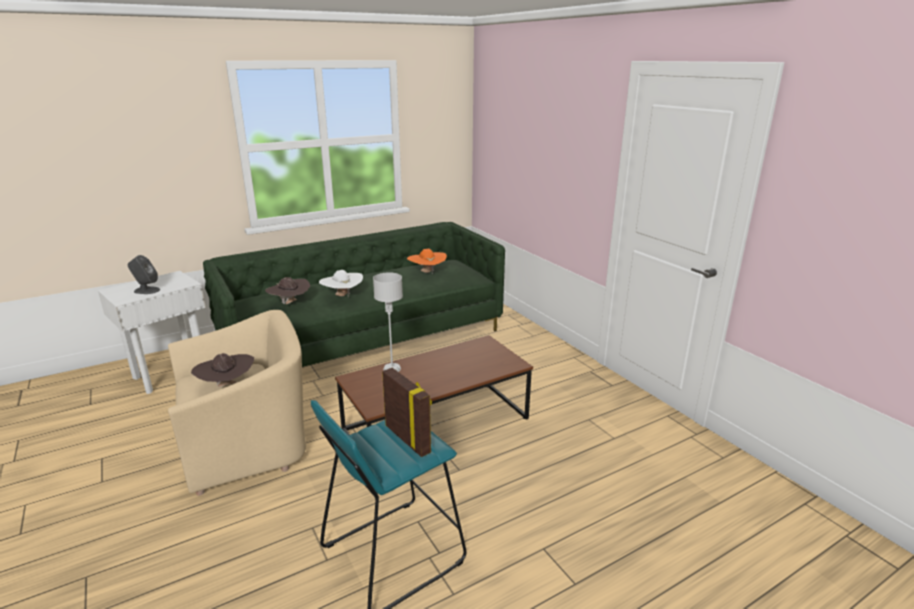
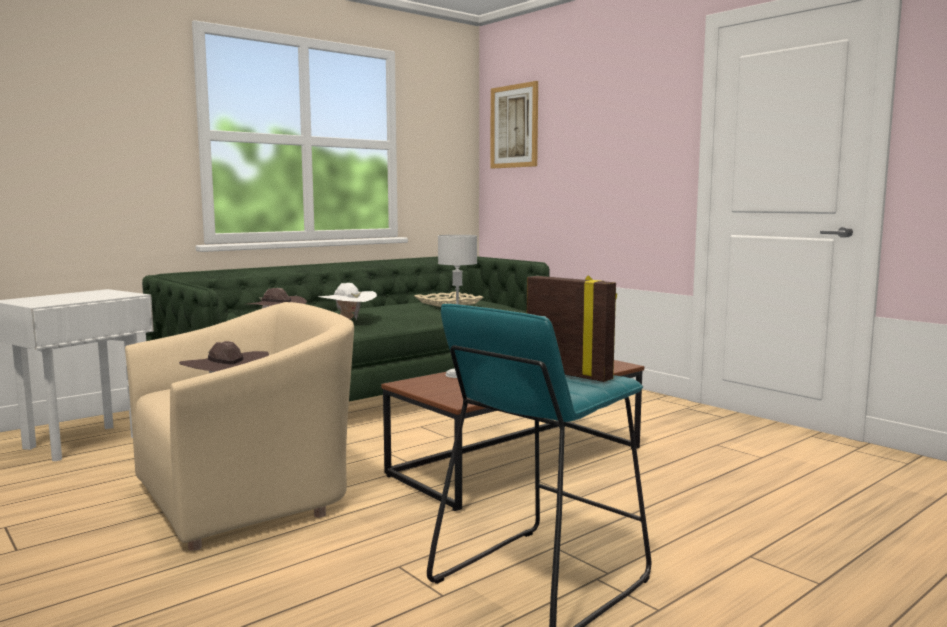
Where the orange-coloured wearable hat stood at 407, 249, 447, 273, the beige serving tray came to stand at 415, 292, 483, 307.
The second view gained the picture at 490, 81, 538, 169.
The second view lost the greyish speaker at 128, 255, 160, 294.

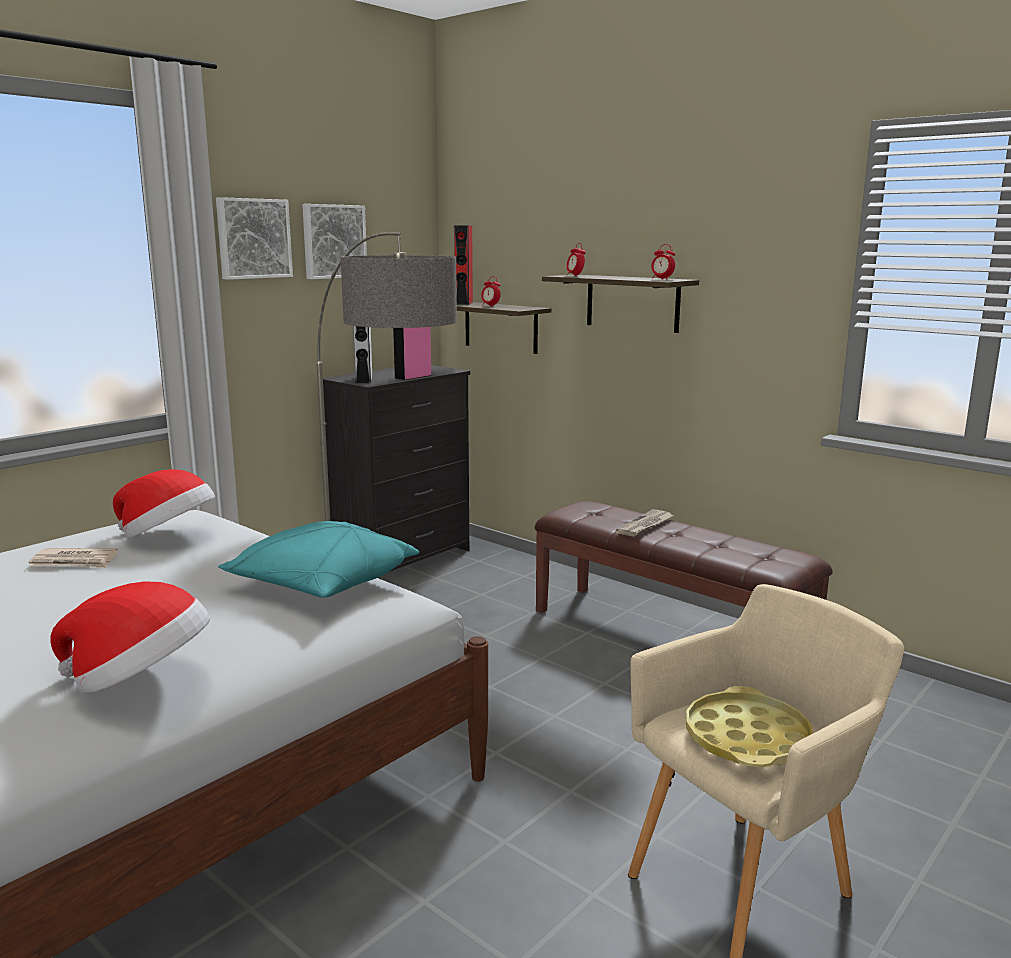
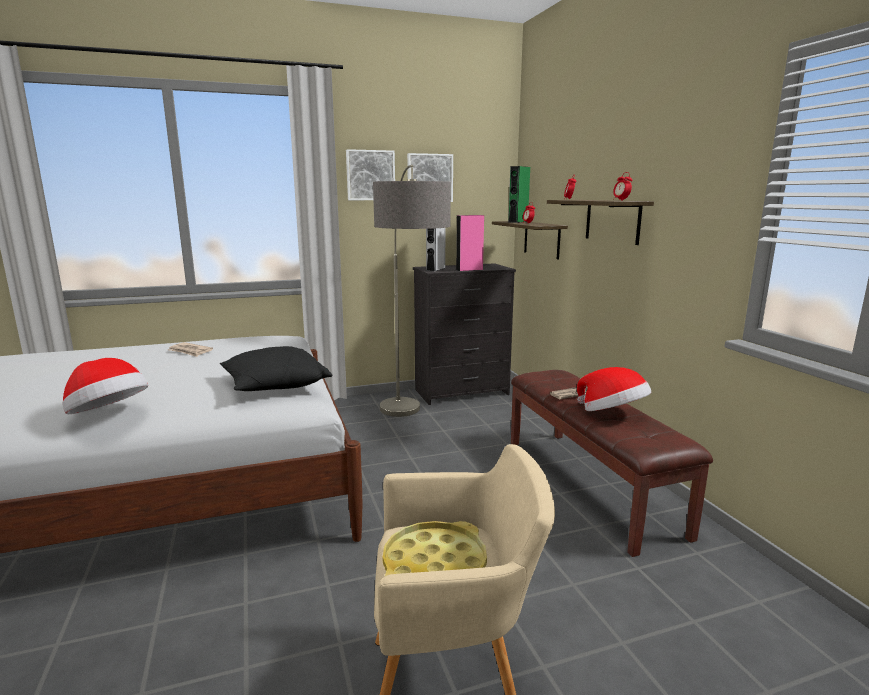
What was the blue-green pillow at 218, 521, 419, 598 turned into the black-coloured pillow at 220, 346, 333, 391.
What was the red speaker at 454, 226, 473, 305 turned into the greenish speaker at 508, 166, 530, 223.
The wearable hat ended up elsewhere, having gone from 113, 469, 215, 539 to 577, 367, 651, 411.

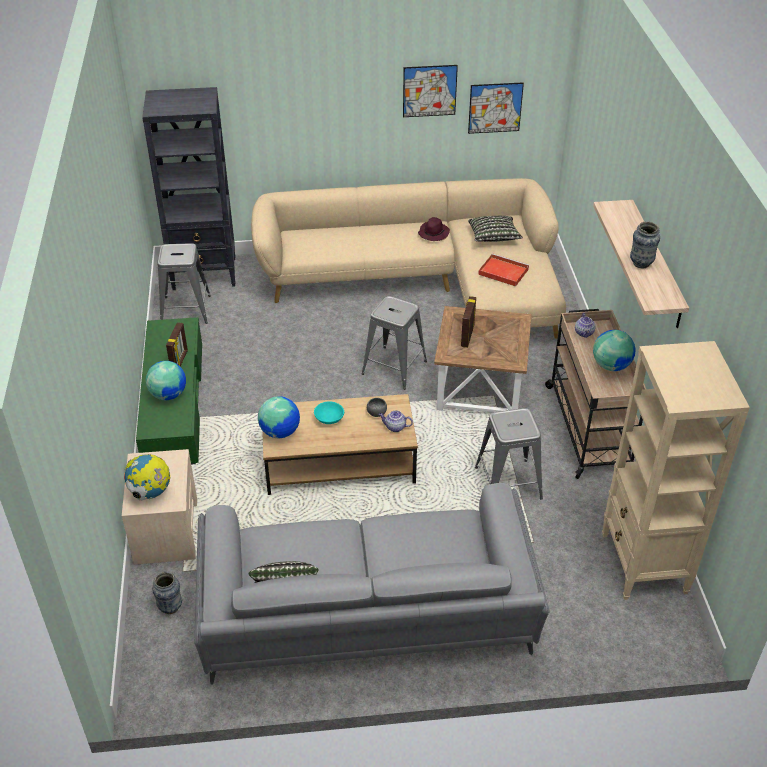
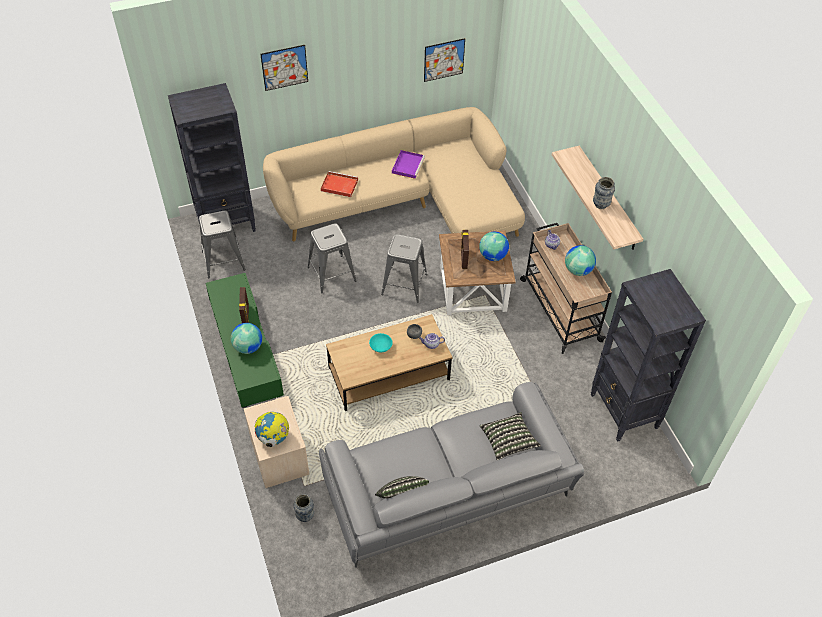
The picture ended up elsewhere, having gone from 403, 65, 458, 117 to 260, 45, 308, 91.
The greyish stool seat ended up elsewhere, having gone from 475, 408, 543, 500 to 308, 223, 356, 294.
The red serving tray ended up elsewhere, having gone from 478, 254, 529, 287 to 321, 171, 358, 197.
Where the purplish wearable hat stood at 418, 217, 450, 241, the purplish serving tray came to stand at 392, 150, 425, 179.
The globe ended up elsewhere, having gone from 258, 396, 300, 438 to 479, 232, 509, 261.
The pillow ended up elsewhere, having gone from 468, 216, 523, 242 to 480, 412, 541, 460.
What was the beige bookshelf at 602, 341, 750, 600 turned into the black-coloured bookshelf at 591, 269, 706, 442.

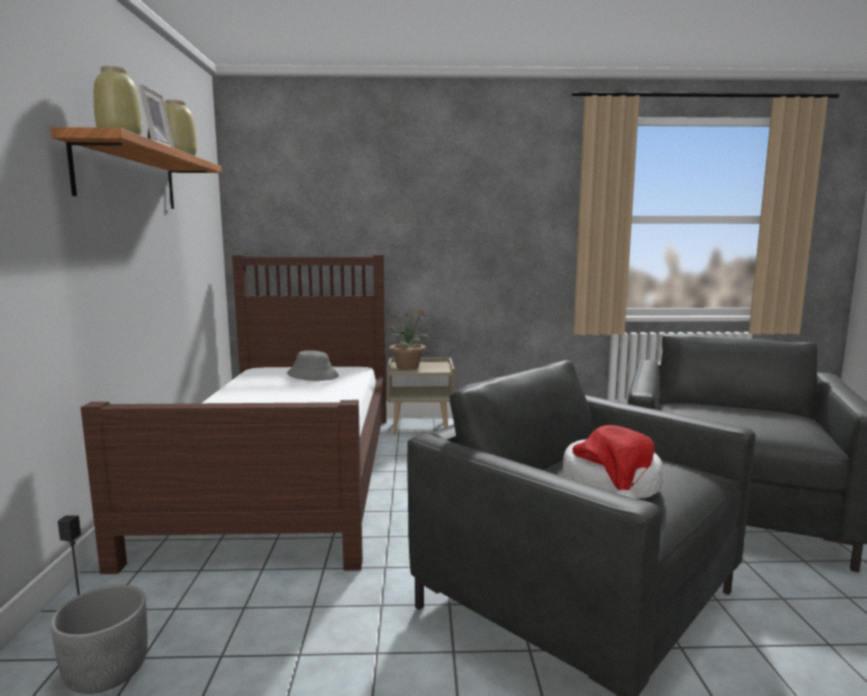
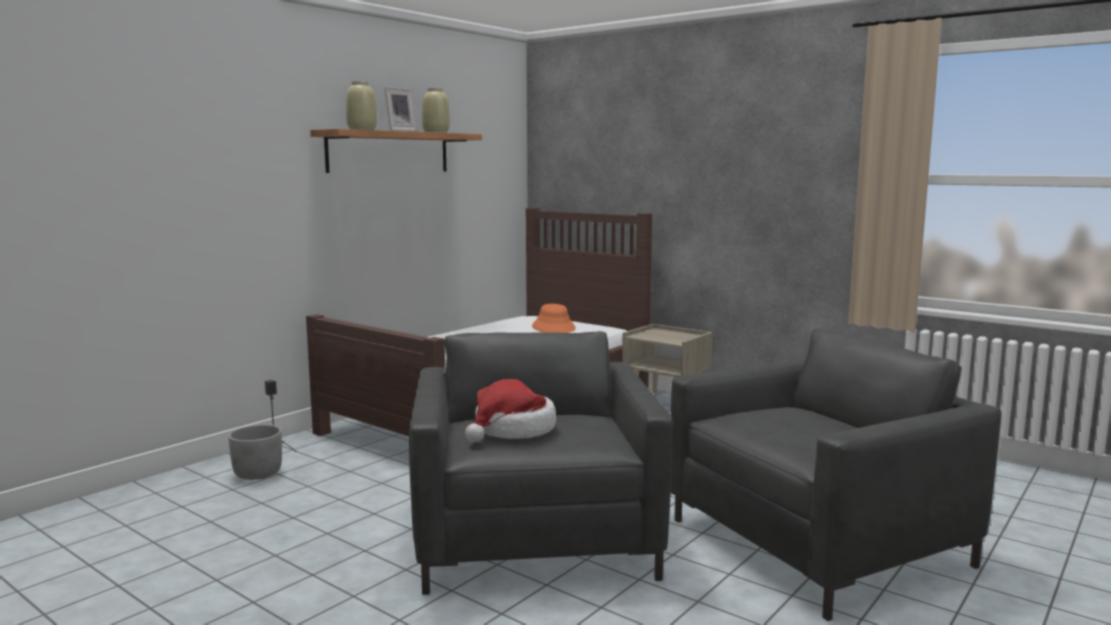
What was the greyish wearable hat at 287, 350, 339, 381 turned into the orange-coloured wearable hat at 532, 304, 576, 333.
The second view lost the plant in a pot at 388, 309, 430, 370.

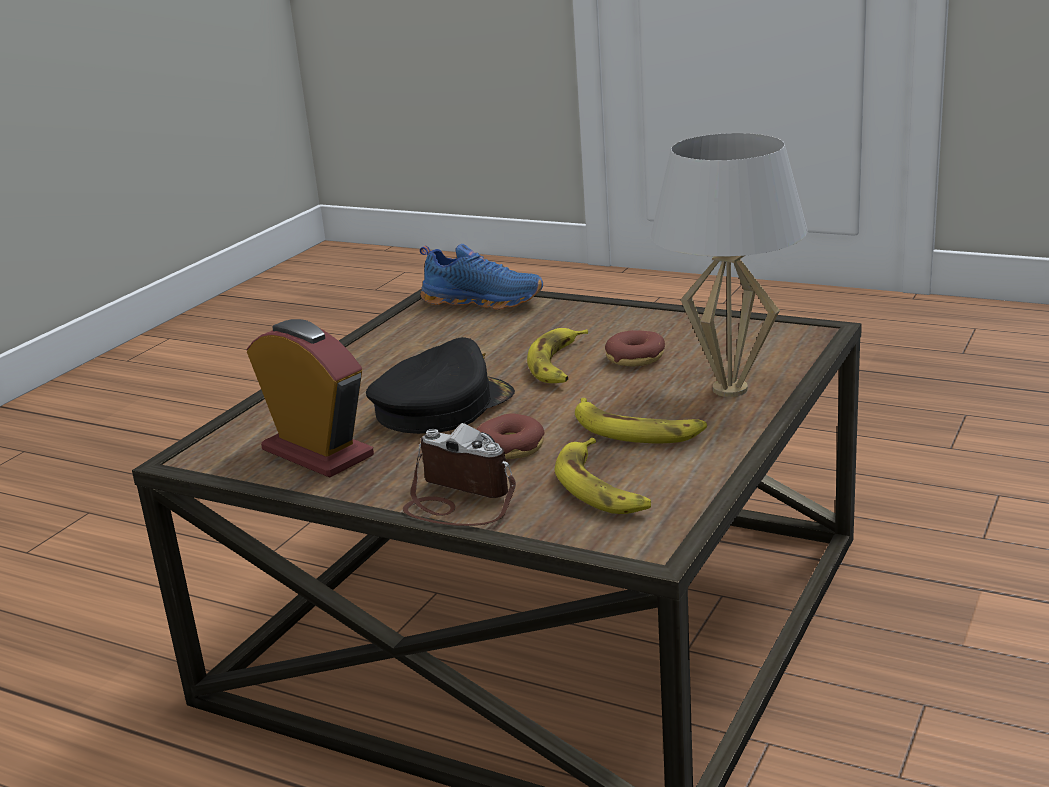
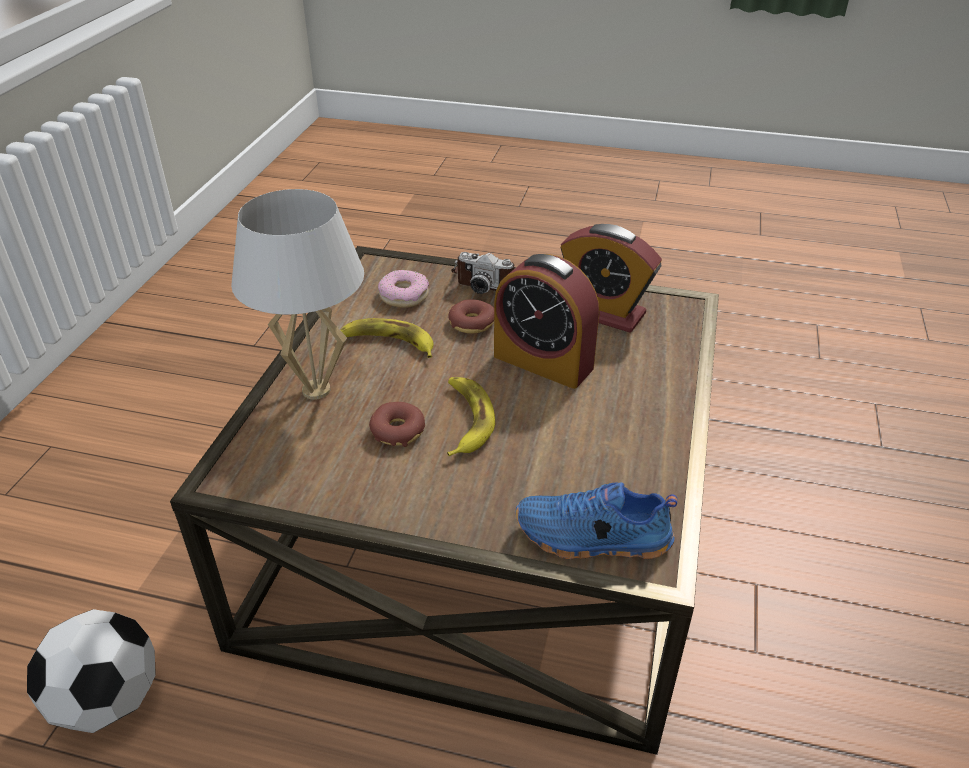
The second view gained the football at 27, 609, 156, 733.
Where the banana stood at 555, 438, 651, 514, the doughnut came to stand at 378, 270, 429, 308.
Where the black-coloured cap stood at 366, 337, 515, 434, the alarm clock came to stand at 494, 254, 599, 389.

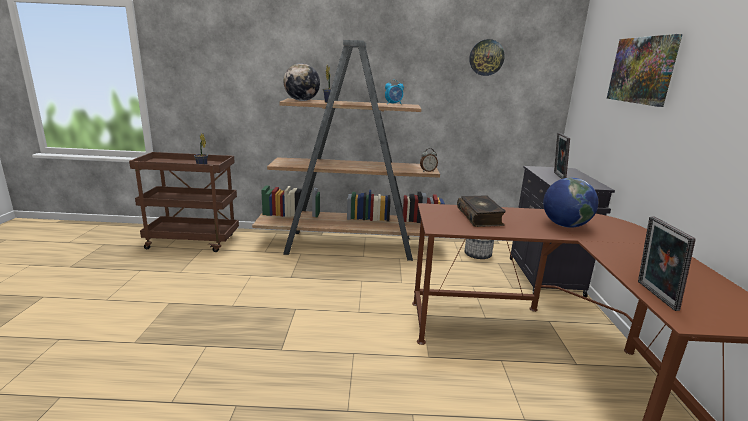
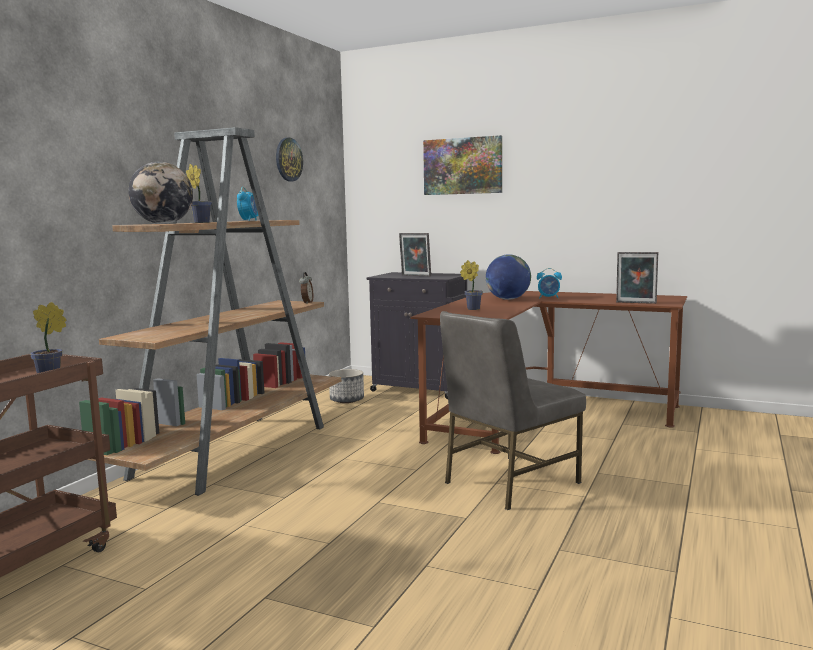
The second view gained the greyish chair at 440, 311, 586, 510.
Where the book stood at 457, 195, 506, 227, the plant in a pot came to stand at 460, 260, 483, 310.
The second view gained the alarm clock at 537, 268, 562, 298.

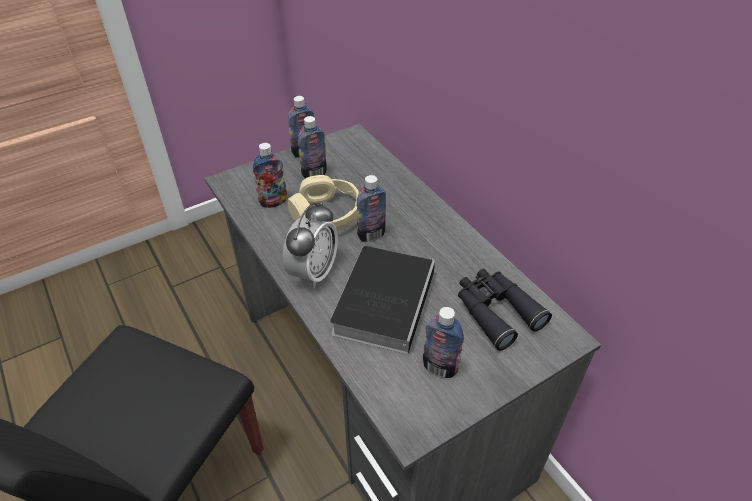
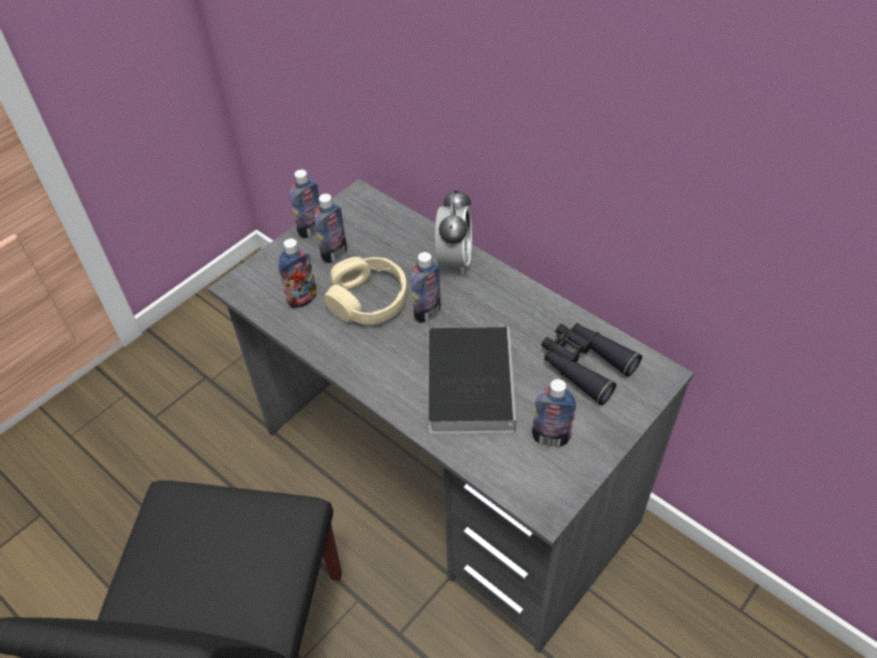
The alarm clock ended up elsewhere, having gone from 283, 202, 338, 288 to 435, 189, 472, 274.

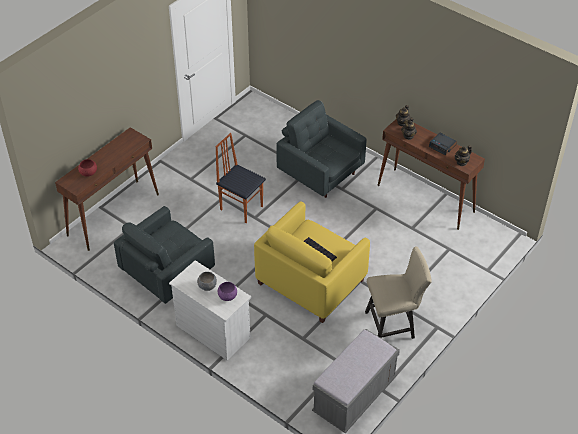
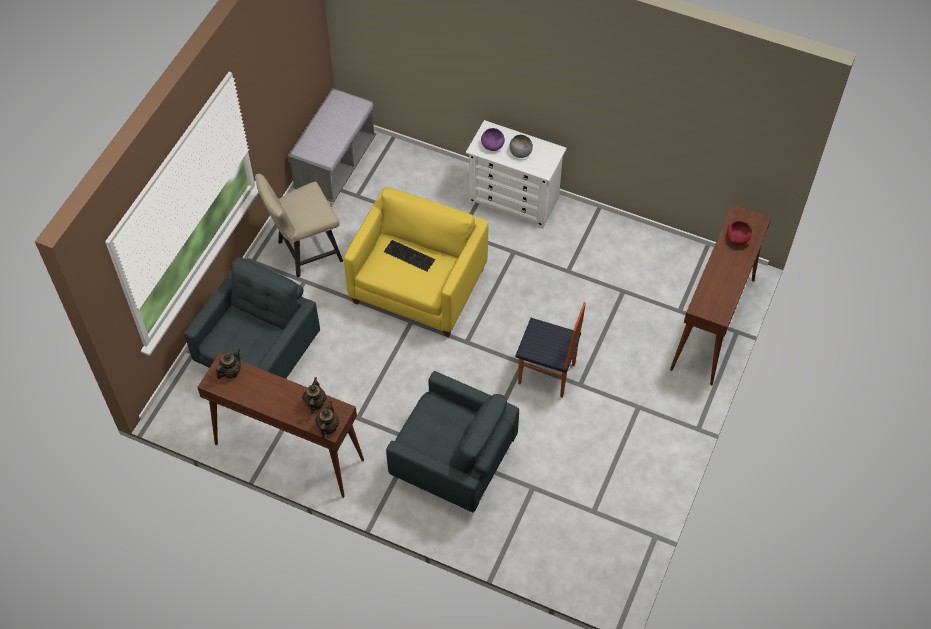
The greyish easy chair ended up elsewhere, having gone from 114, 206, 215, 304 to 184, 257, 320, 379.
The second view lost the alarm clock at 429, 133, 457, 156.

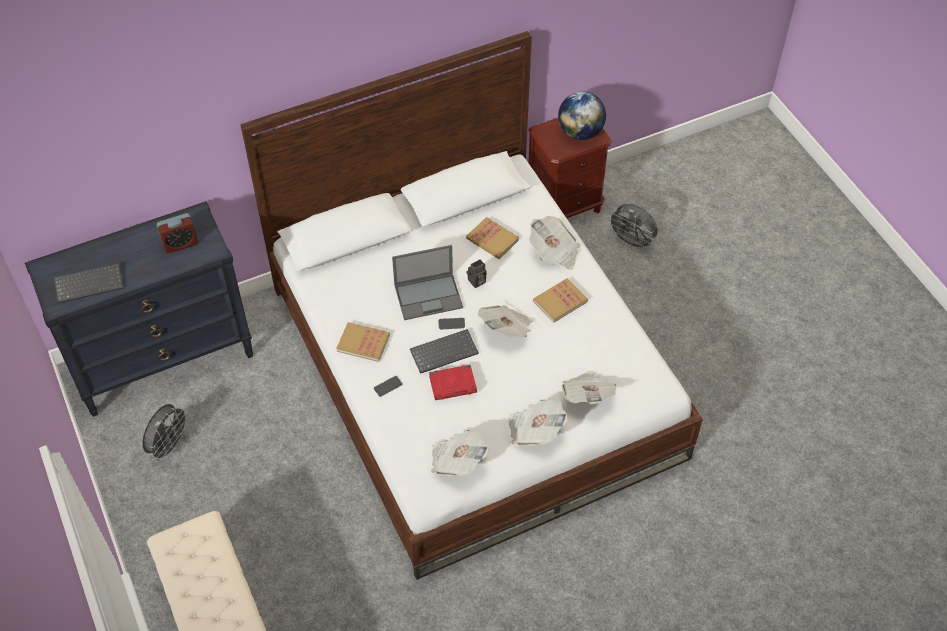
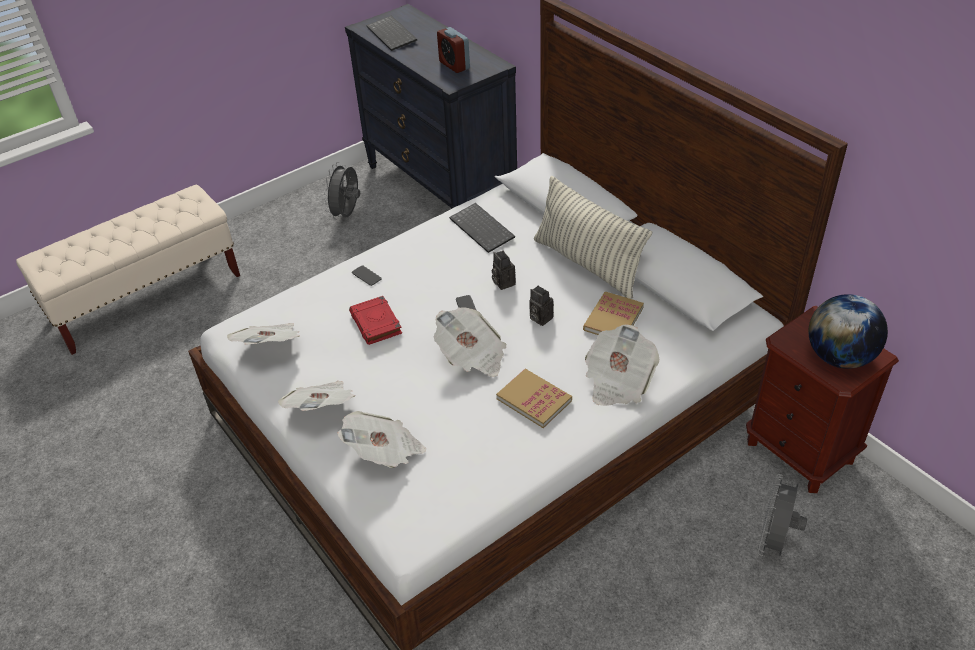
The greyish electric fan at 142, 404, 190, 462 ended up facing another way, 90 degrees clockwise from before.
The PC keyboard ended up elsewhere, having gone from 410, 329, 479, 374 to 449, 203, 515, 253.
Where the notebook computer stood at 392, 245, 463, 320, the photo camera came to stand at 492, 251, 516, 290.
The second view gained the pillow at 534, 176, 652, 299.
The second view lost the book at 336, 322, 390, 362.

